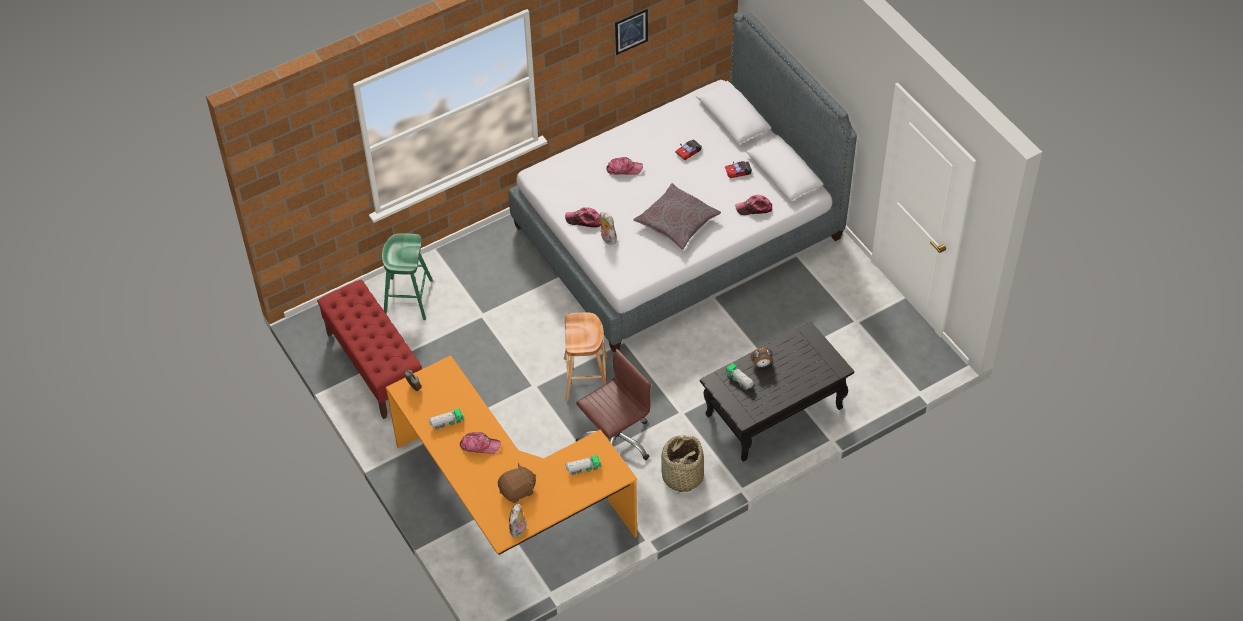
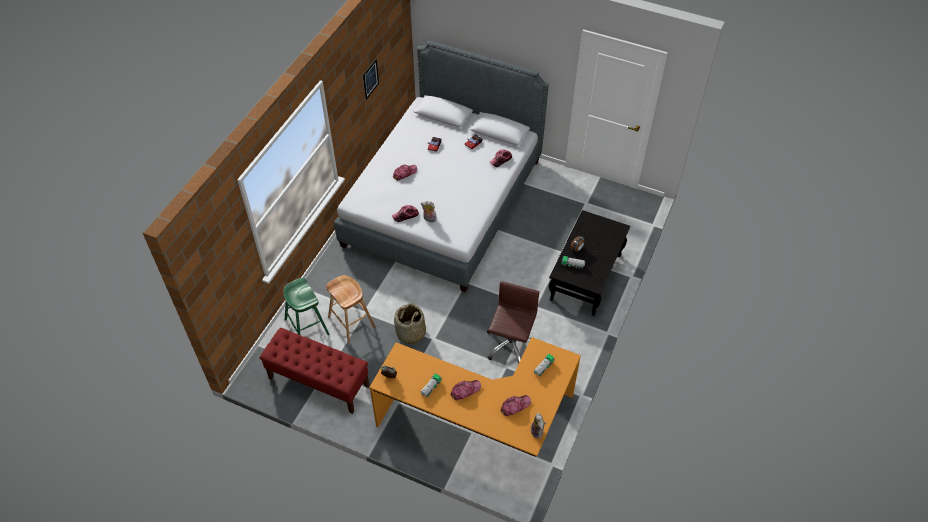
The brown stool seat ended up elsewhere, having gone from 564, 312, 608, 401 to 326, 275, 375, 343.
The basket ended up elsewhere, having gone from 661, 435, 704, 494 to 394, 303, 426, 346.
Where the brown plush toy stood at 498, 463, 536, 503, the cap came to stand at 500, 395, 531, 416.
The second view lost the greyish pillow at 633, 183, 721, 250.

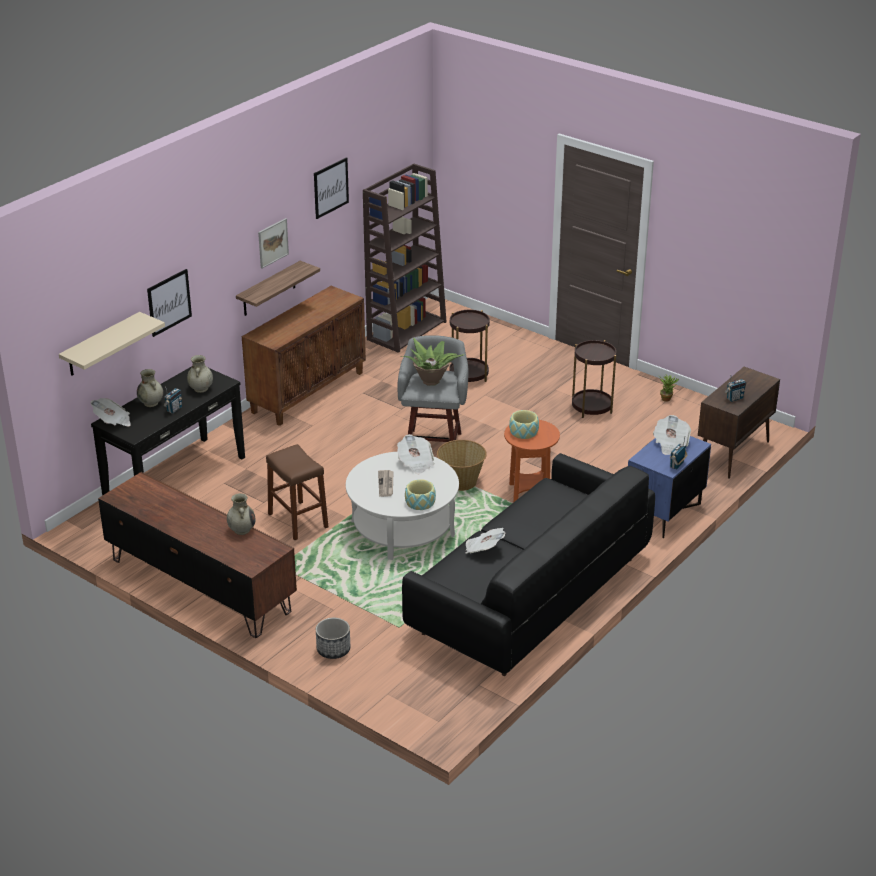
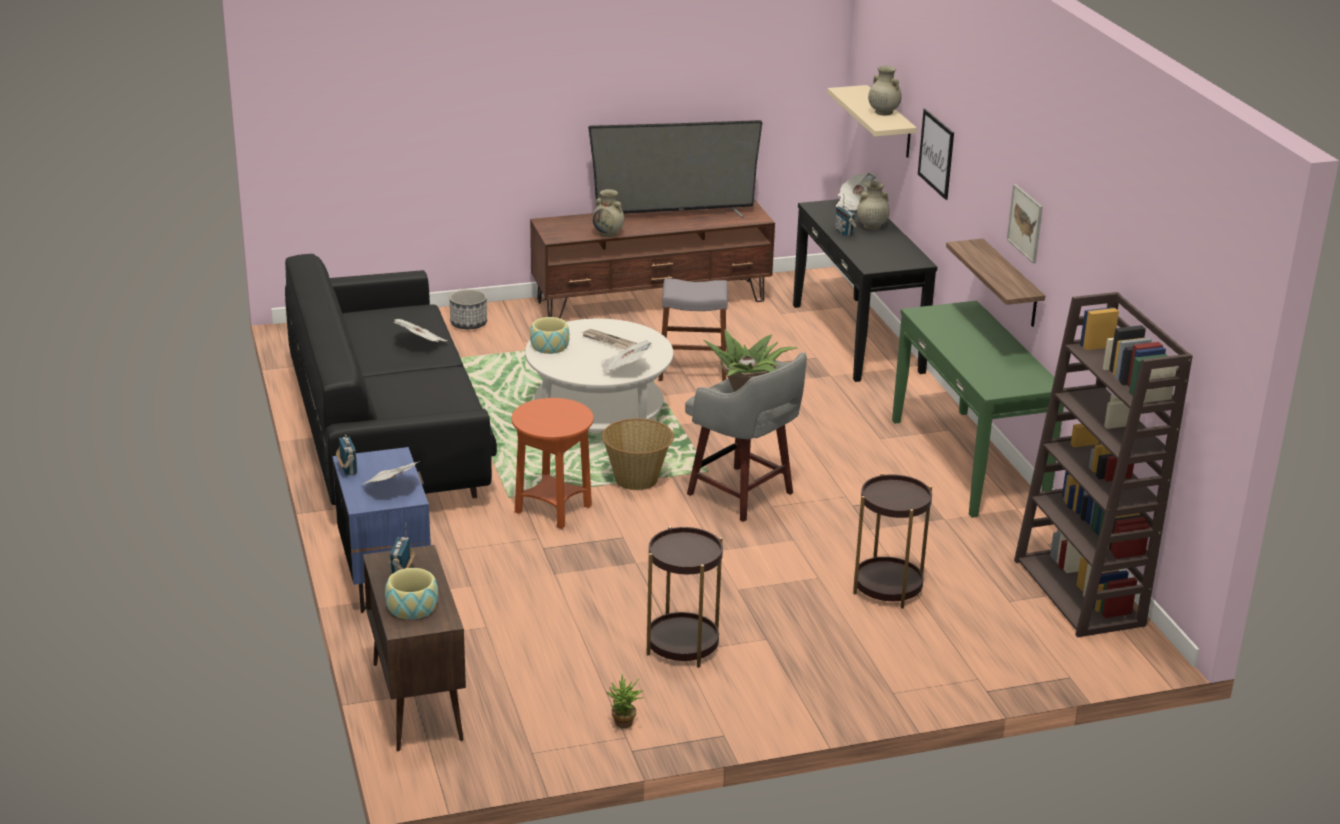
The deep dish ended up elsewhere, having gone from 509, 410, 539, 439 to 385, 568, 438, 619.
The second view gained the TV set at 588, 120, 763, 218.
What was the brown stool seat at 266, 444, 328, 540 turned into the greyish stool seat at 659, 278, 728, 381.
The beige vase ended up elsewhere, having gone from 187, 355, 213, 393 to 868, 66, 902, 116.
Where the brown storage cabinet stood at 242, 286, 366, 426, the greenish console table came to stand at 892, 301, 1065, 518.
The second view lost the picture at 314, 157, 349, 219.

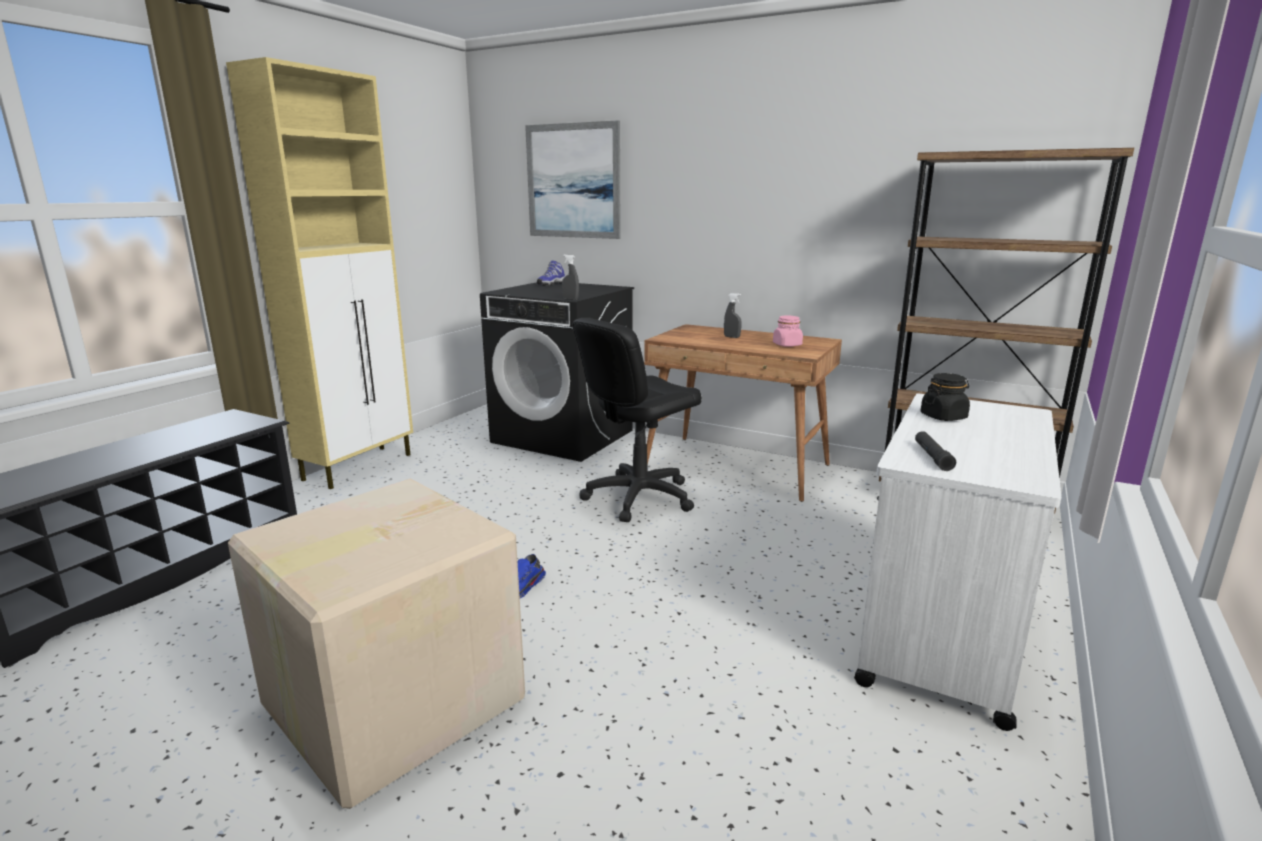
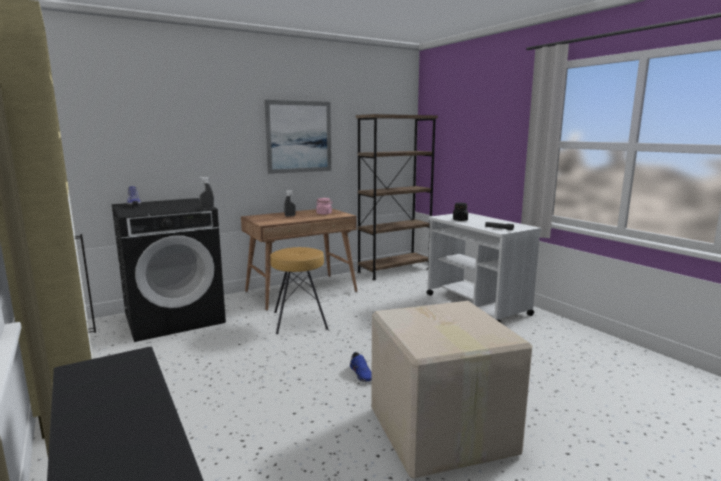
The picture ended up elsewhere, having gone from 525, 120, 621, 239 to 264, 100, 331, 174.
Where the black-coloured desk chair stood at 572, 318, 702, 522, the brown stool seat came to stand at 270, 247, 328, 334.

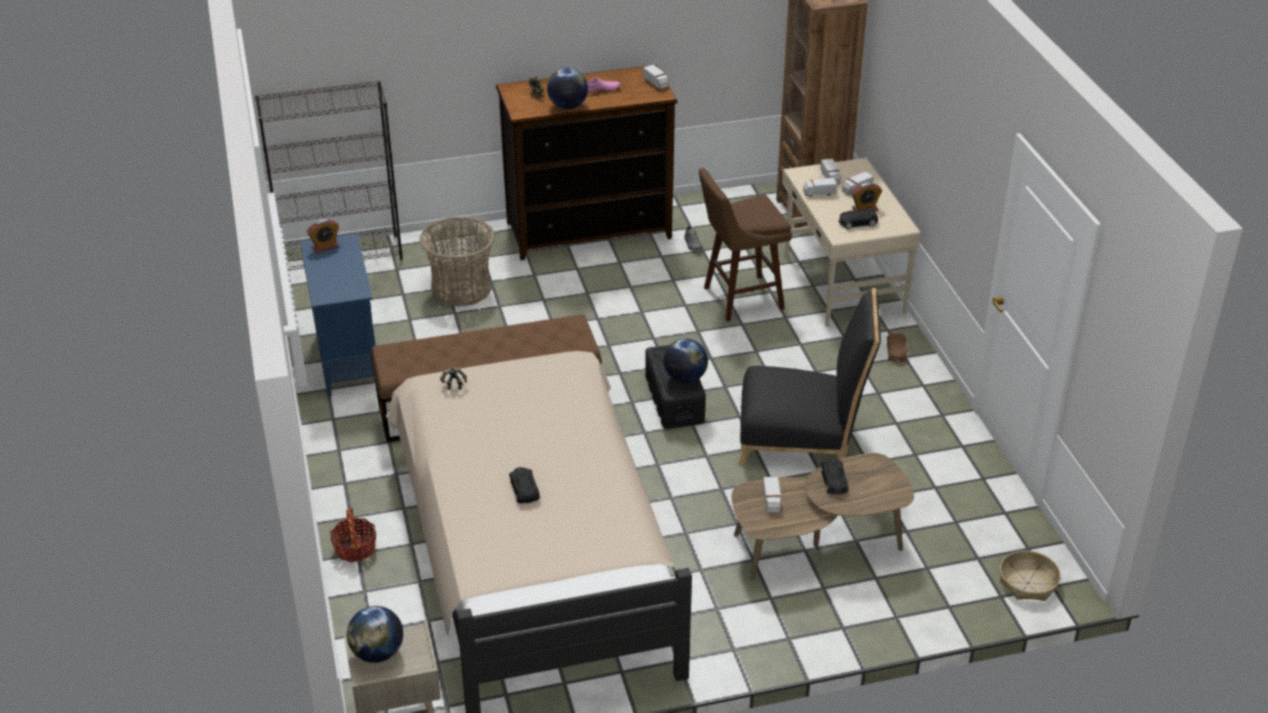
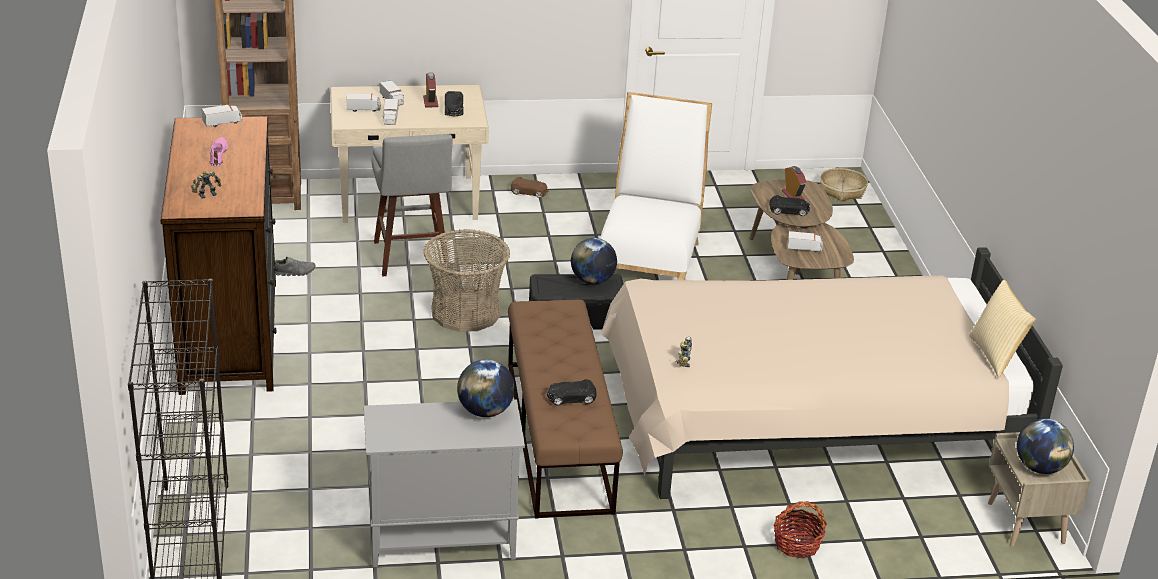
What was the blue storage cabinet at 300, 233, 376, 396 turned into the greyish storage cabinet at 364, 399, 525, 567.
What was the brown stool seat at 699, 168, 792, 321 turned into the greyish stool seat at 372, 134, 452, 277.
The basket ended up elsewhere, having gone from 419, 216, 495, 307 to 423, 229, 510, 332.
The globe ended up elsewhere, having gone from 547, 67, 588, 109 to 457, 359, 515, 417.
The black-coloured toy car ended up elsewhere, having gone from 509, 467, 540, 504 to 546, 379, 597, 405.
What was the black-coloured chair at 738, 288, 881, 466 turned into the white-coloured chair at 600, 92, 712, 280.
The alarm clock ended up elsewhere, having gone from 307, 219, 339, 253 to 782, 166, 807, 200.
The second view gained the pillow at 969, 280, 1036, 378.

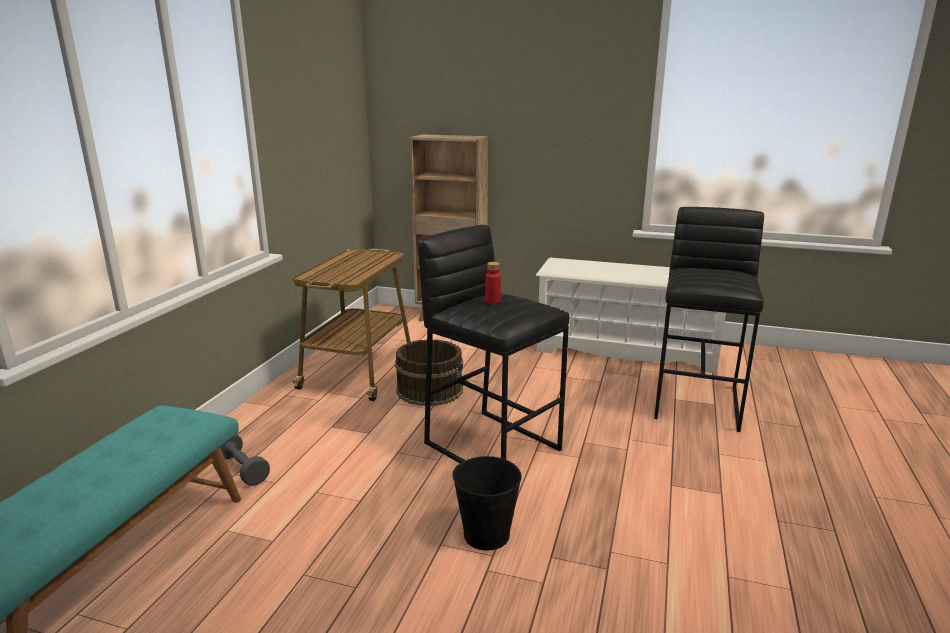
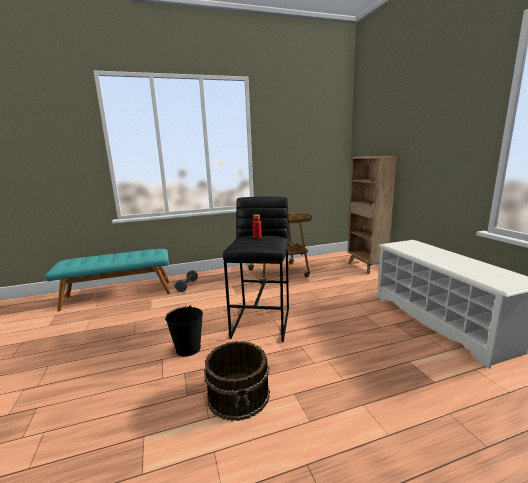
The brown bucket ended up elsewhere, having gone from 395, 339, 463, 406 to 204, 341, 270, 421.
The second view lost the black-coloured stool seat at 654, 207, 764, 432.

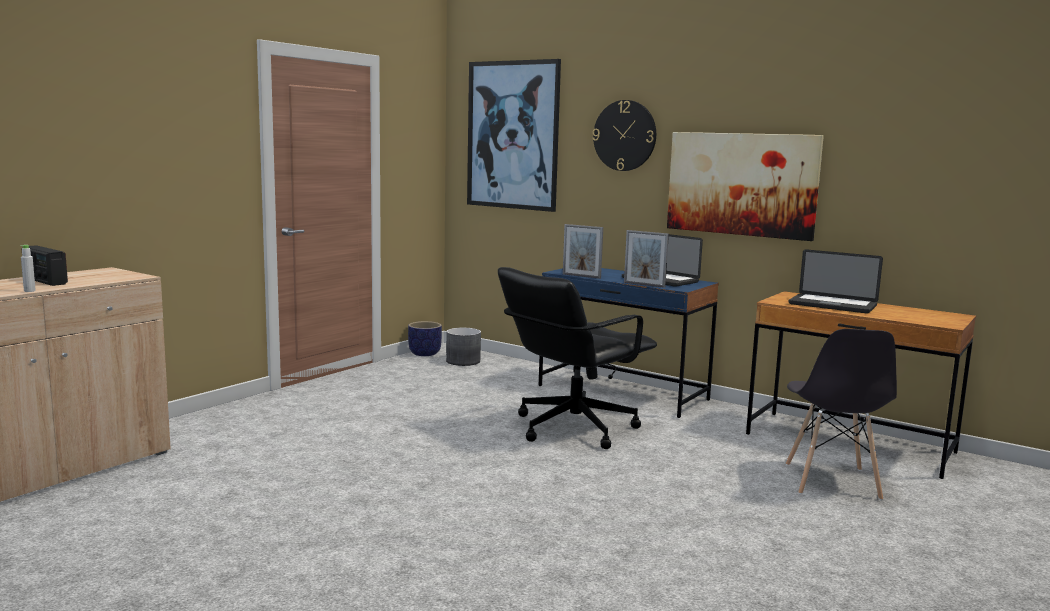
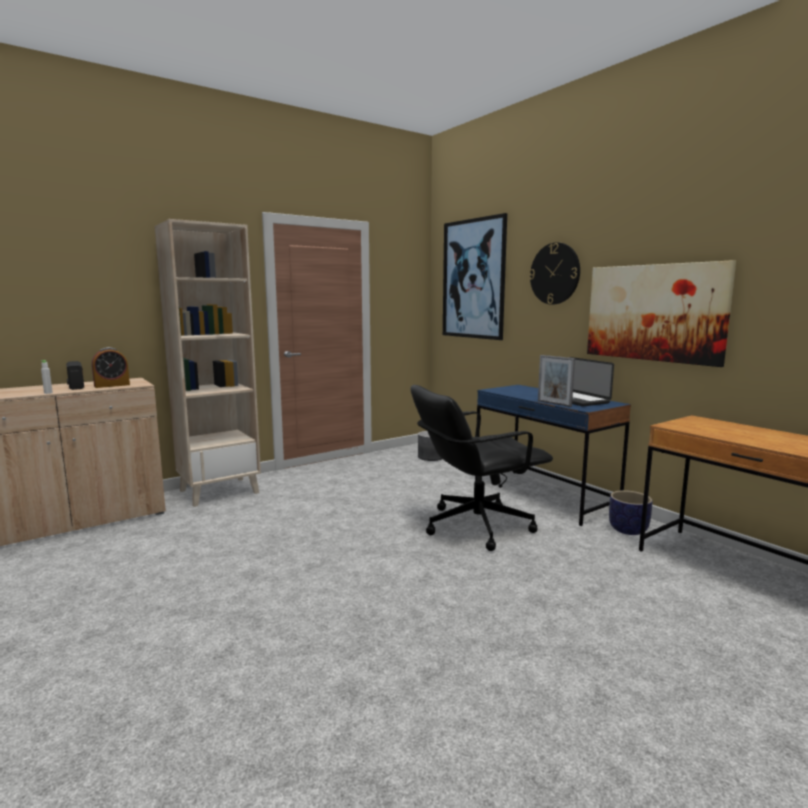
The second view gained the alarm clock at 92, 347, 130, 388.
The second view gained the beige bookshelf at 155, 219, 261, 507.
The flower pot ended up elsewhere, having gone from 408, 321, 442, 356 to 609, 490, 652, 535.
The second view lost the picture frame at 563, 224, 603, 279.
The second view lost the greyish chair at 786, 329, 897, 501.
The second view lost the notebook computer at 789, 249, 883, 313.

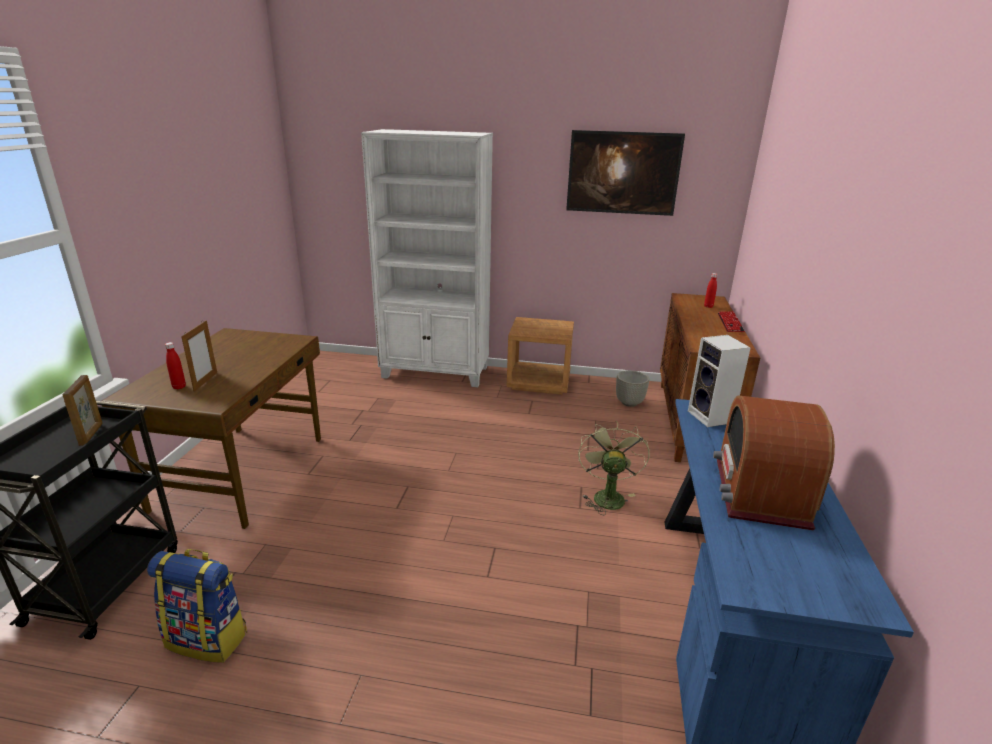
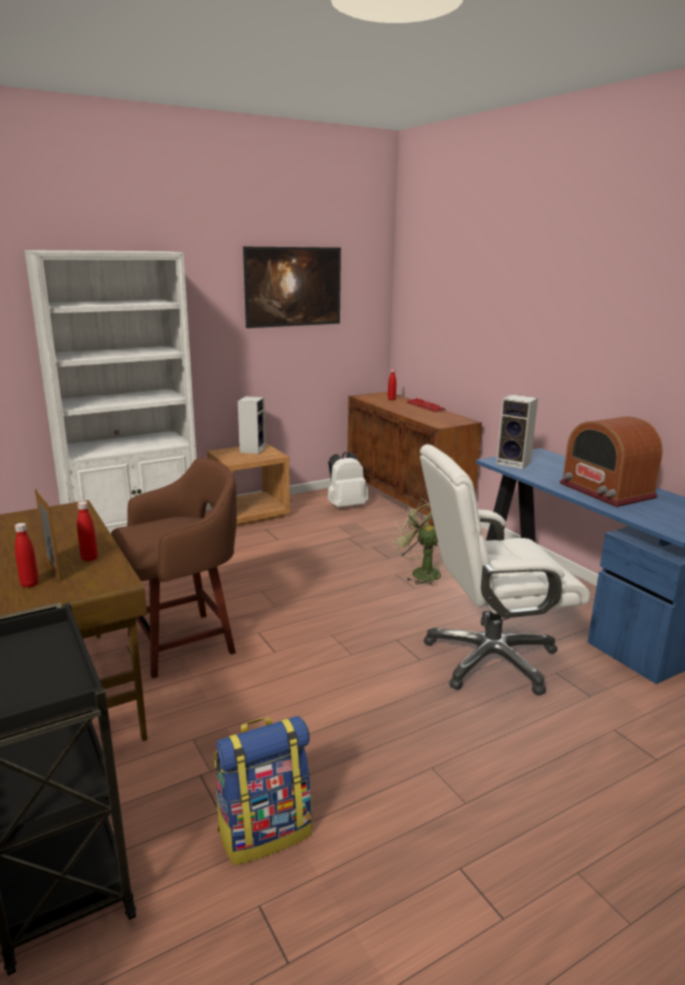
The second view gained the red beverage bottle at 77, 501, 98, 562.
The second view gained the brown stool seat at 111, 458, 237, 679.
The second view gained the speaker at 238, 396, 265, 454.
Where the greyish flower pot stood at 616, 370, 649, 407, the white-coloured backpack came to stand at 328, 452, 368, 508.
The second view gained the white-coloured desk chair at 420, 444, 590, 695.
The second view lost the picture frame at 62, 375, 103, 446.

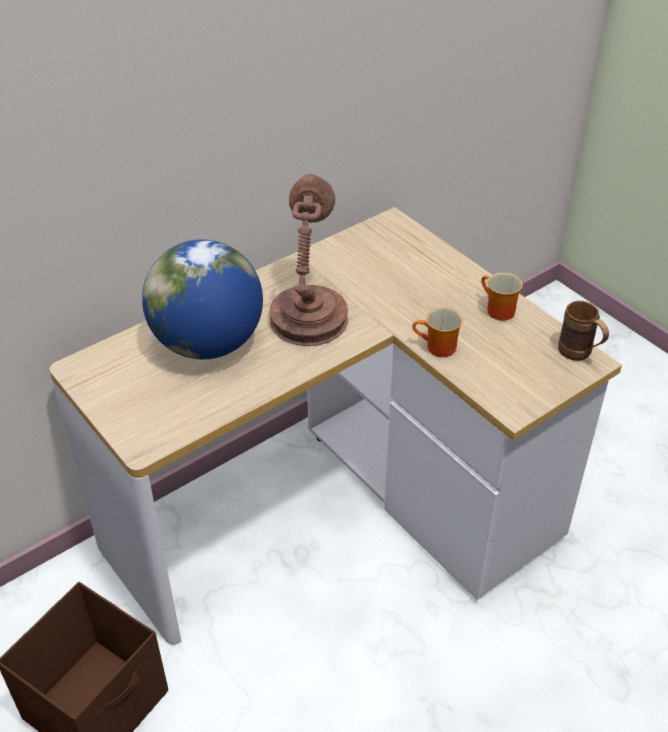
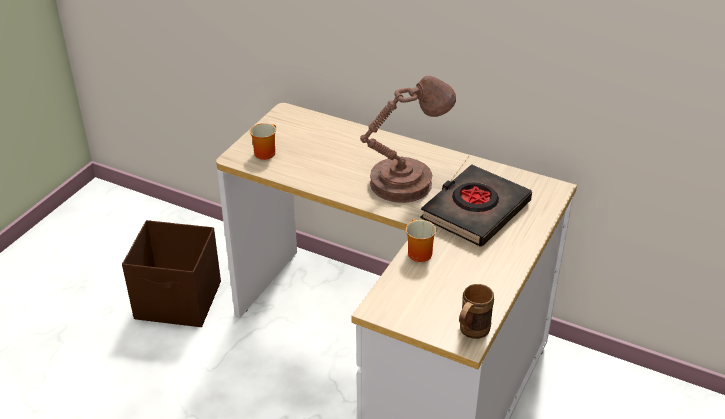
The coffee mug ended up elsewhere, having gone from 481, 273, 523, 321 to 250, 123, 276, 160.
The second view gained the black-coloured book at 420, 164, 532, 247.
The second view lost the globe at 142, 239, 263, 359.

